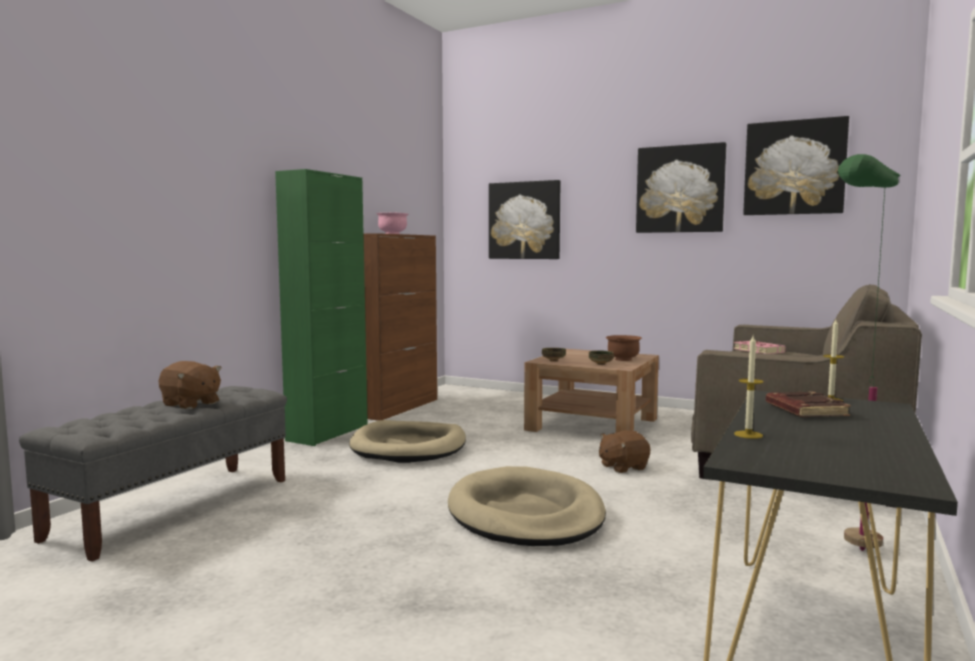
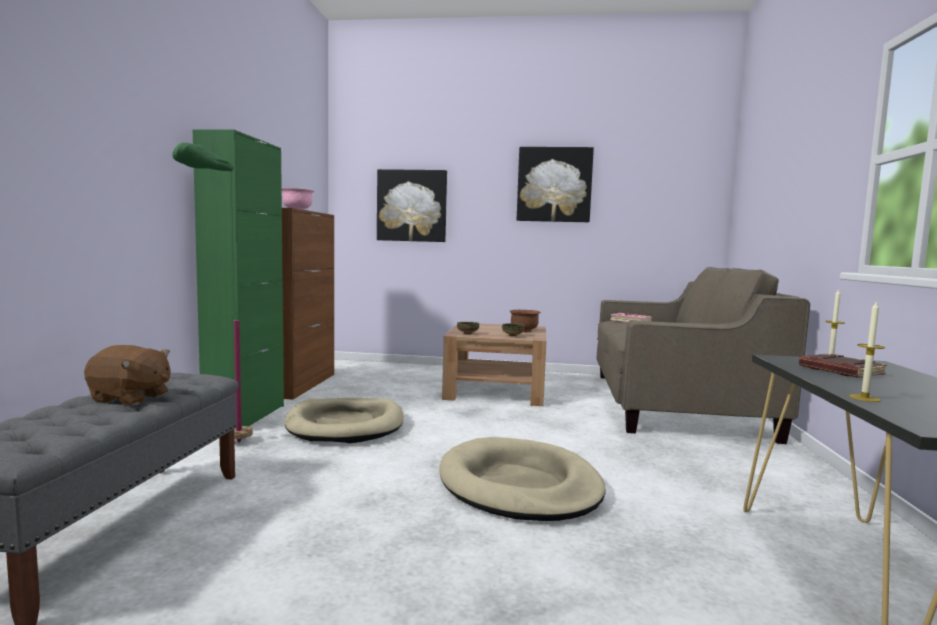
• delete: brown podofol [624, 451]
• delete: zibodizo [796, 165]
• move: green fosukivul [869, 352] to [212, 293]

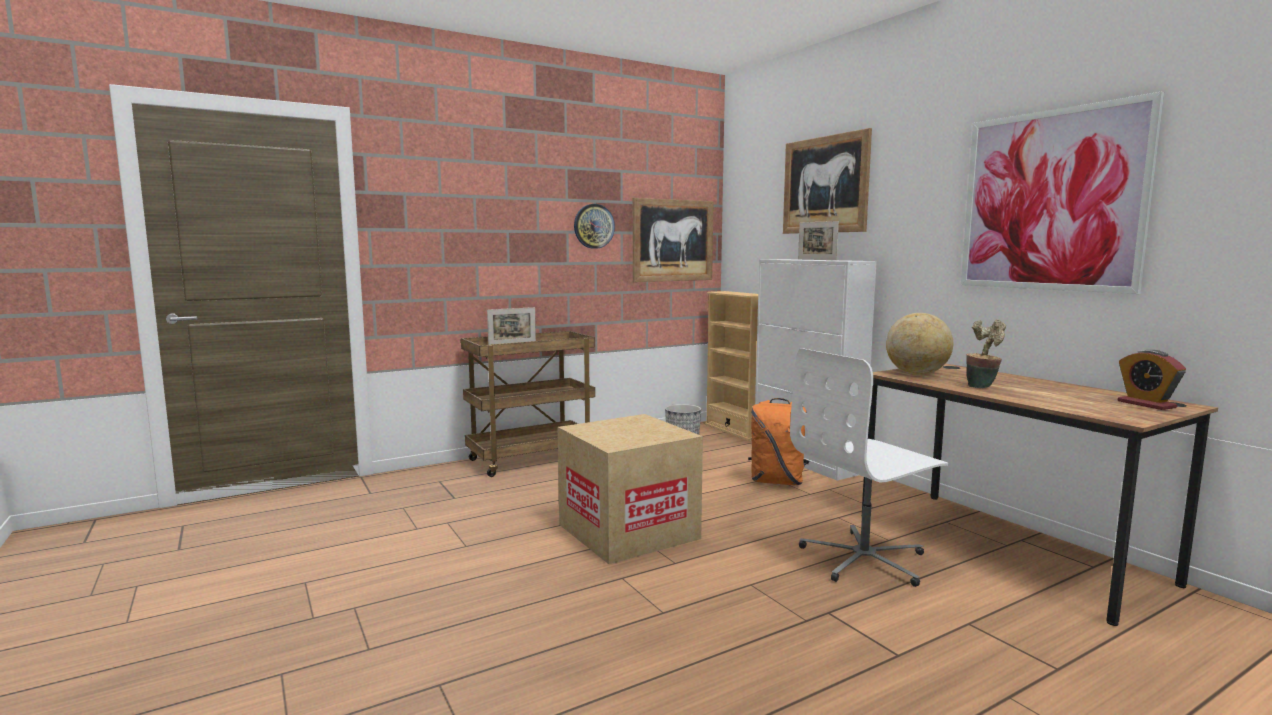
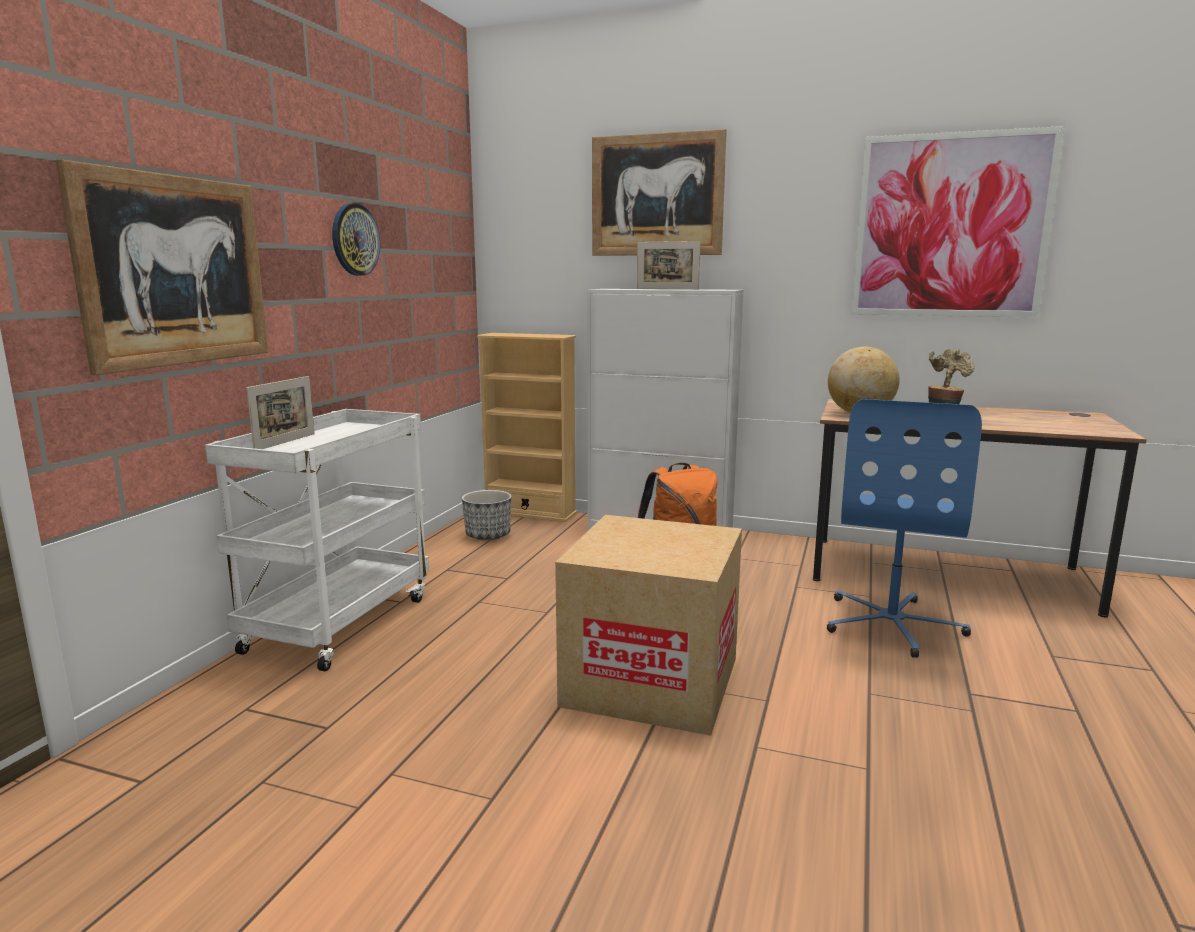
• recolor: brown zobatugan [528, 404] to white zobatugan [317, 540]
• move: zibodizo [673, 240] to [162, 267]
• recolor: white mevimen [869, 467] to blue mevimen [904, 528]
• delete: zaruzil [1152, 380]

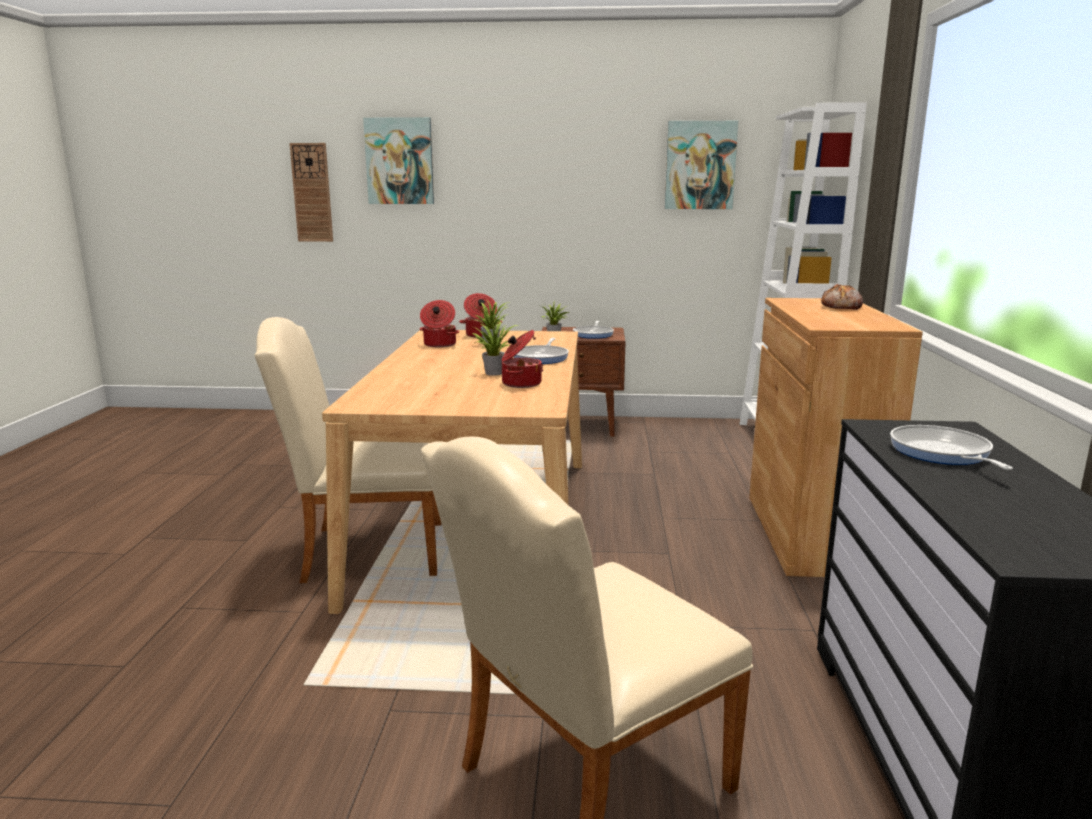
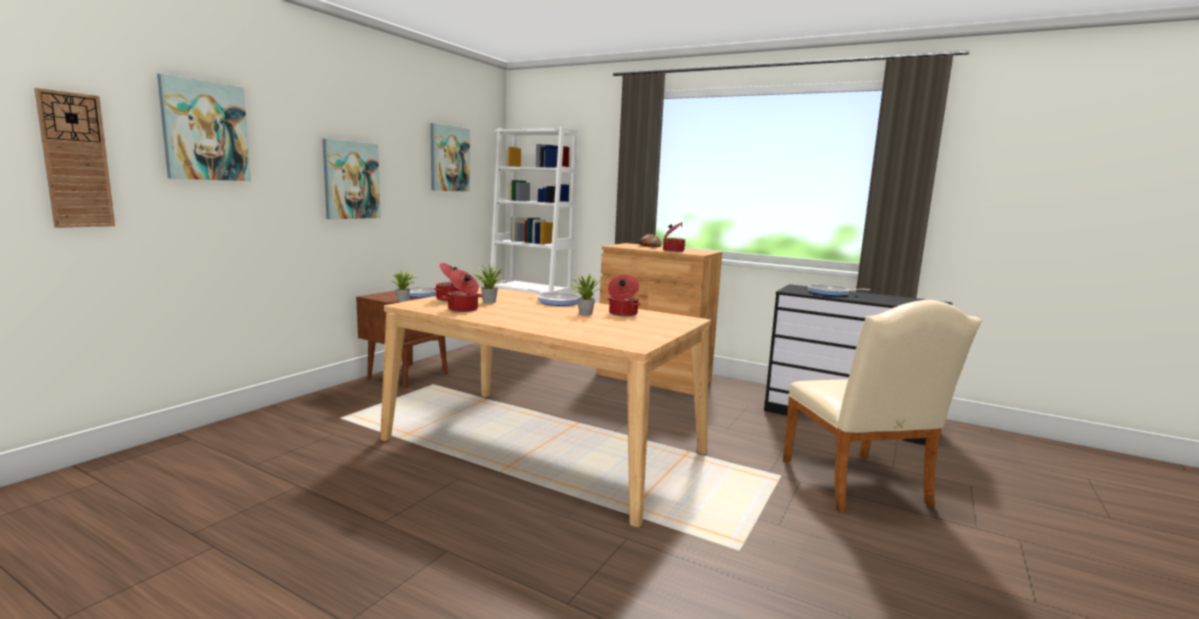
• delete: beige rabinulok [348, 450]
• insert: zibodizo [351, 179]
• insert: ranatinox [674, 237]

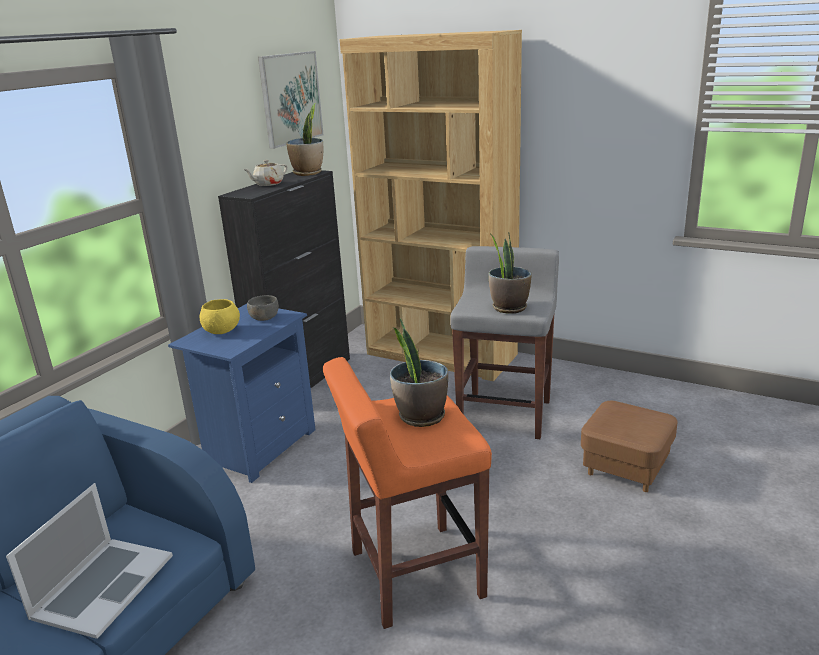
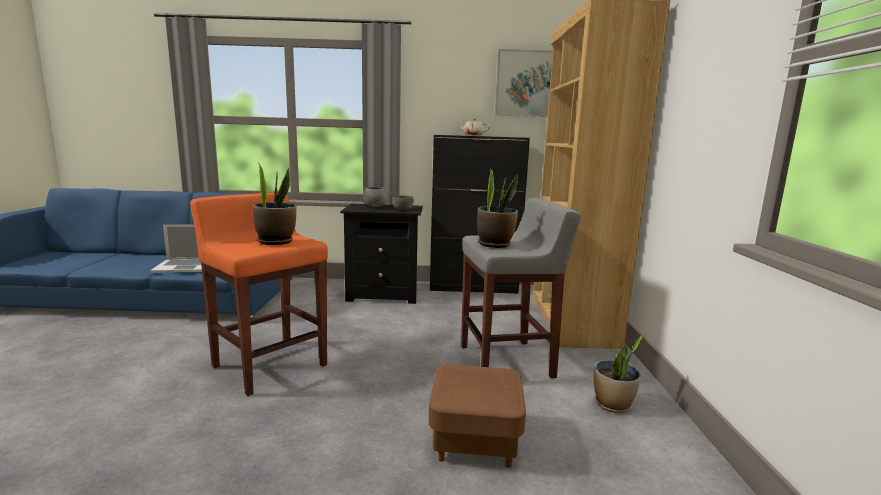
• recolor: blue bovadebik [242, 393] to black bovadebik [381, 254]
• recolor: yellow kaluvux [220, 316] to grey kaluvux [375, 197]
• move: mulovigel [304, 139] to [619, 373]

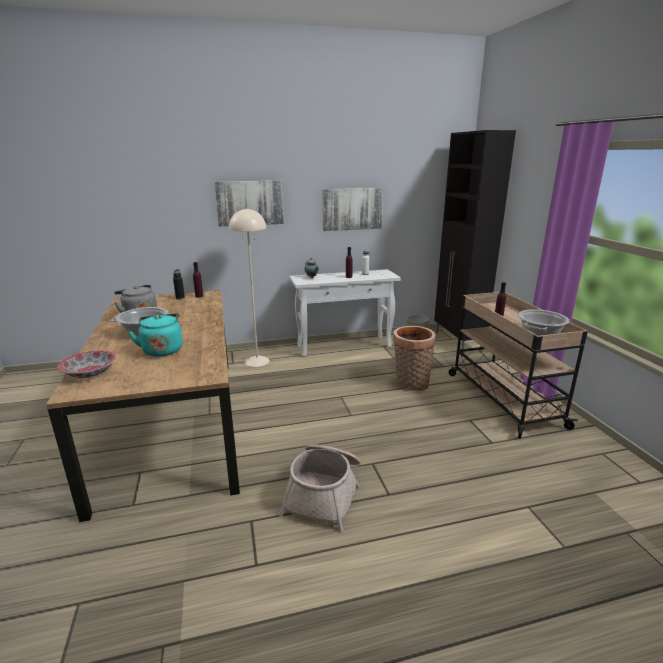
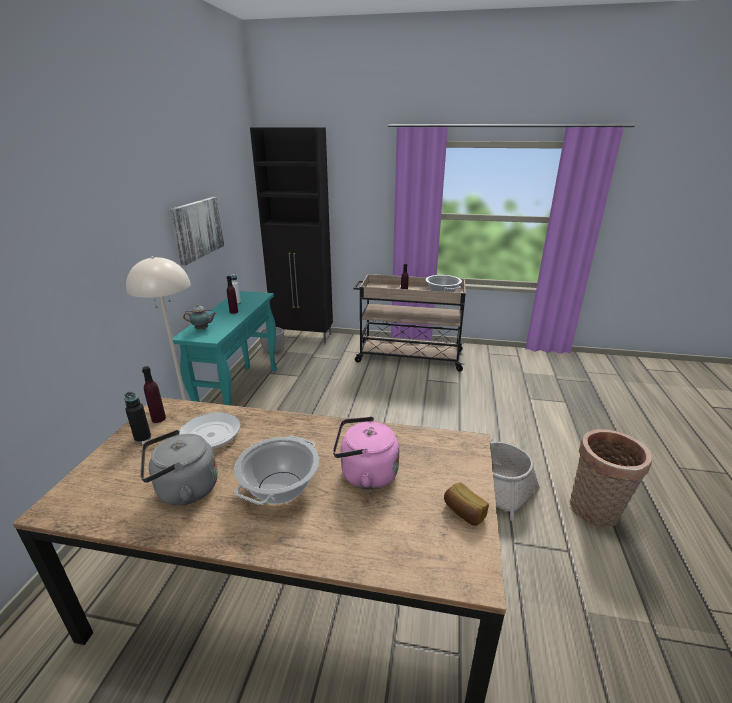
• delete: kaluvux [87, 364]
• recolor: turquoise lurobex [156, 335] to pink lurobex [366, 453]
• delete: zibodizo [249, 203]
• recolor: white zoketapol [345, 313] to turquoise zoketapol [225, 348]
• move: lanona [414, 358] to [611, 478]
• insert: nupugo [191, 430]
• insert: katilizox [466, 504]

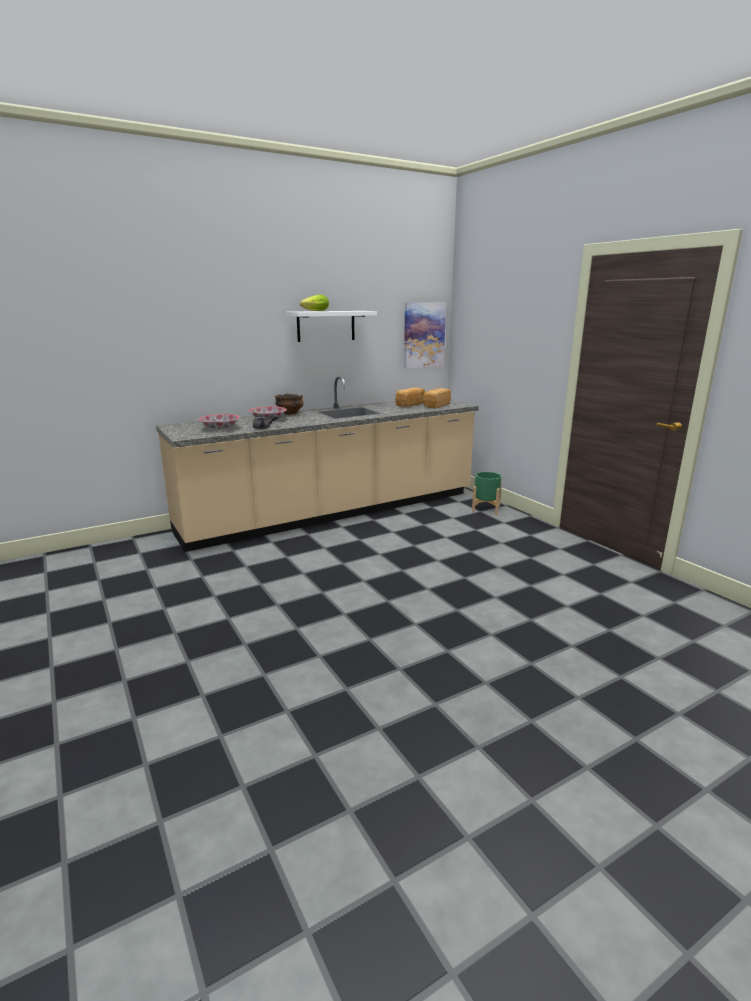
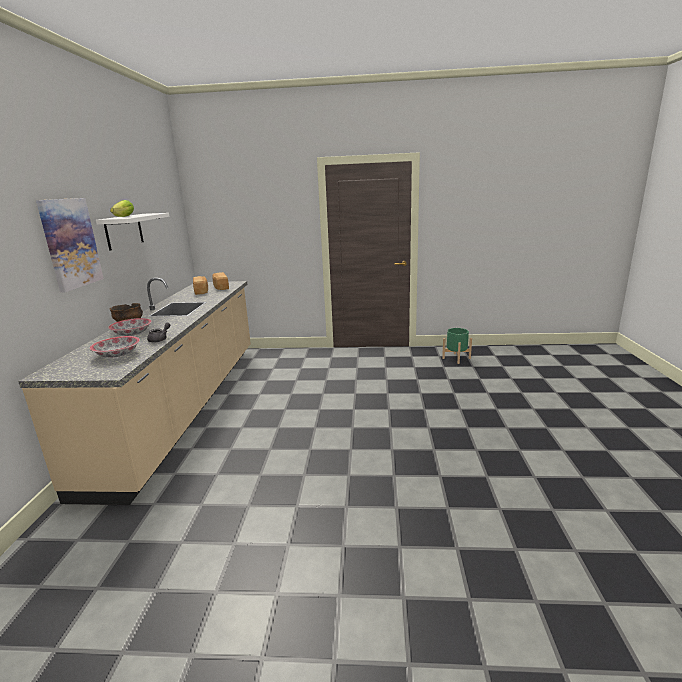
• move: zibodizo [425, 335] to [70, 245]
• move: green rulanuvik [487, 493] to [457, 346]

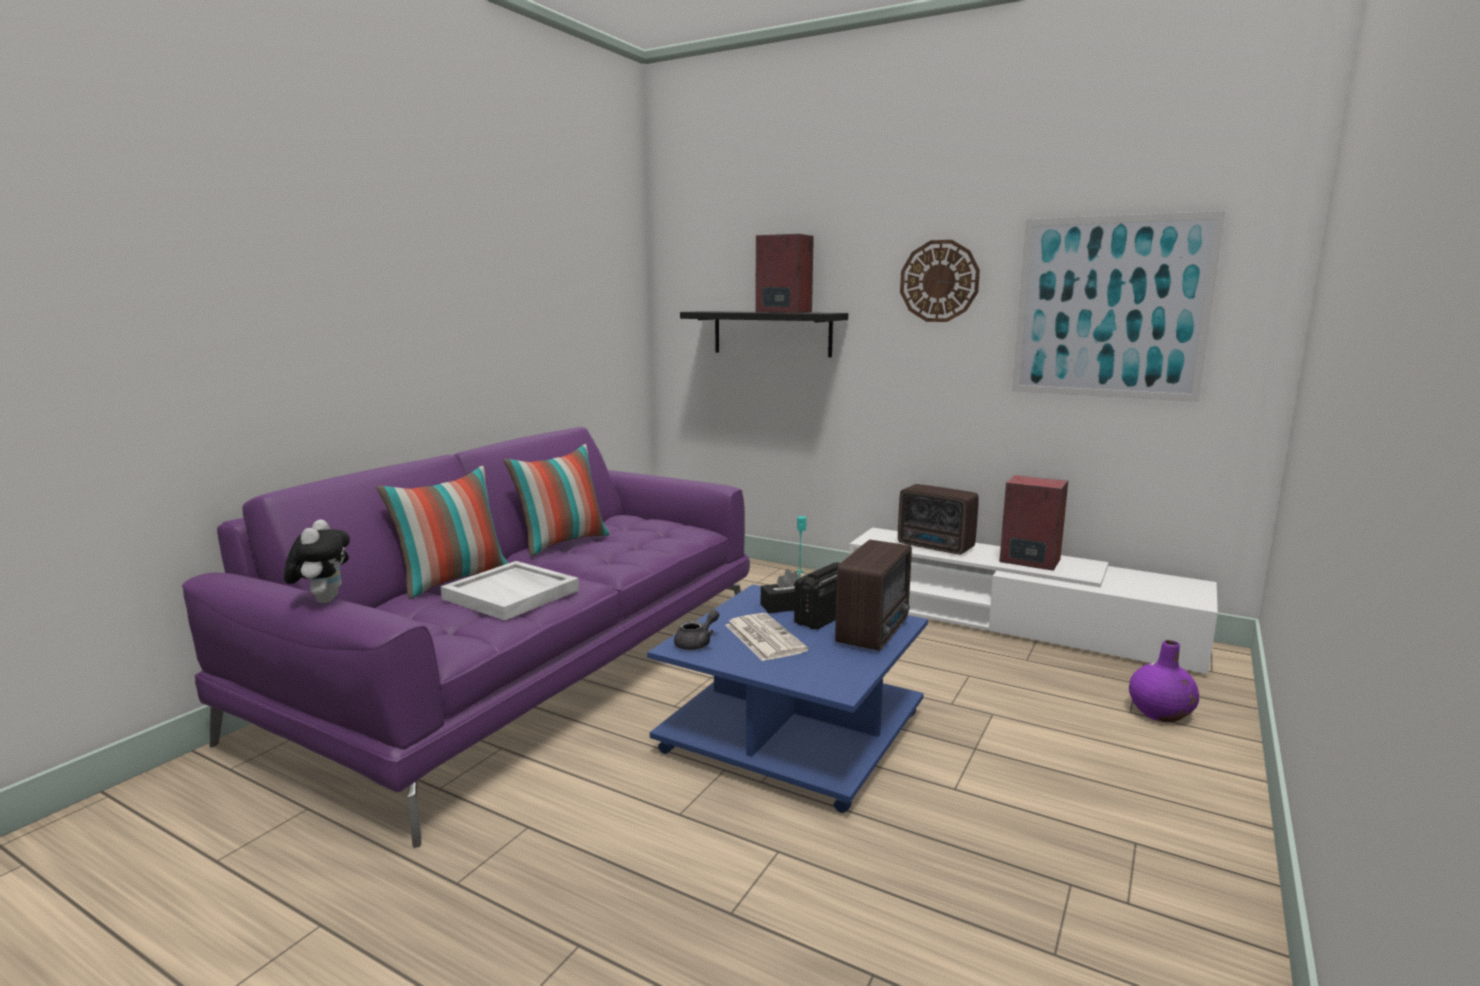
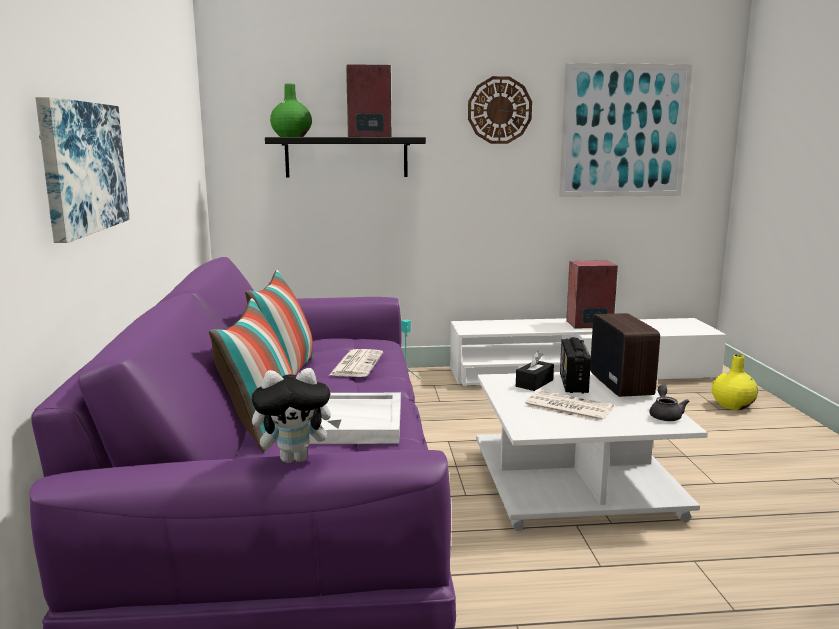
• rotate: podofol [317, 561] = [296, 415] 120 degrees clockwise
• recolor: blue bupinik [787, 698] to white bupinik [592, 451]
• move: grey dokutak [696, 630] to [669, 403]
• delete: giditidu [938, 519]
• recolor: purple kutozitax [1164, 681] to yellow kutozitax [735, 382]
• insert: zibodizo [82, 170]
• insert: green kutozitax [291, 110]
• insert: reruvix [356, 363]

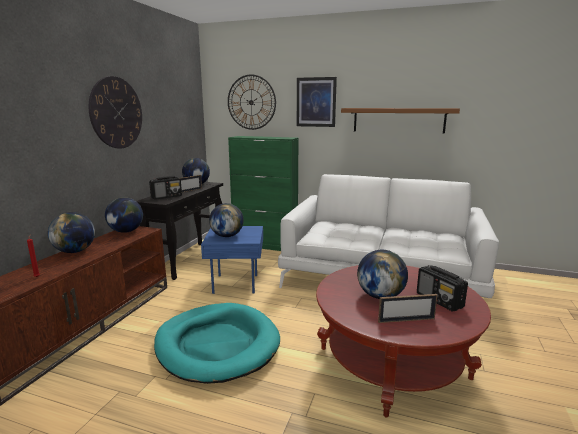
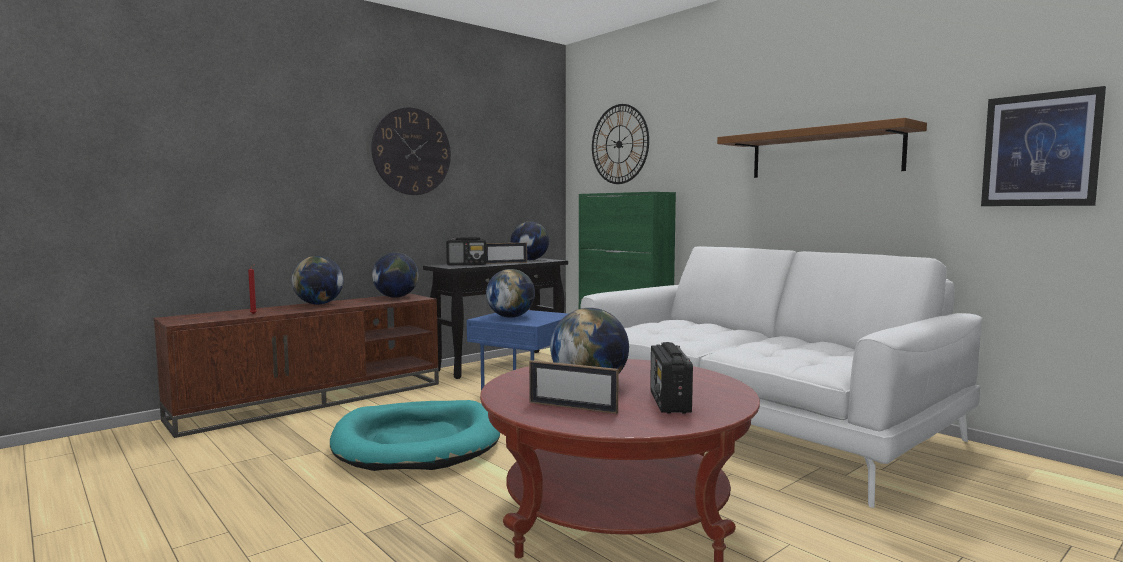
• move: zibodizo [317, 102] to [1043, 146]

